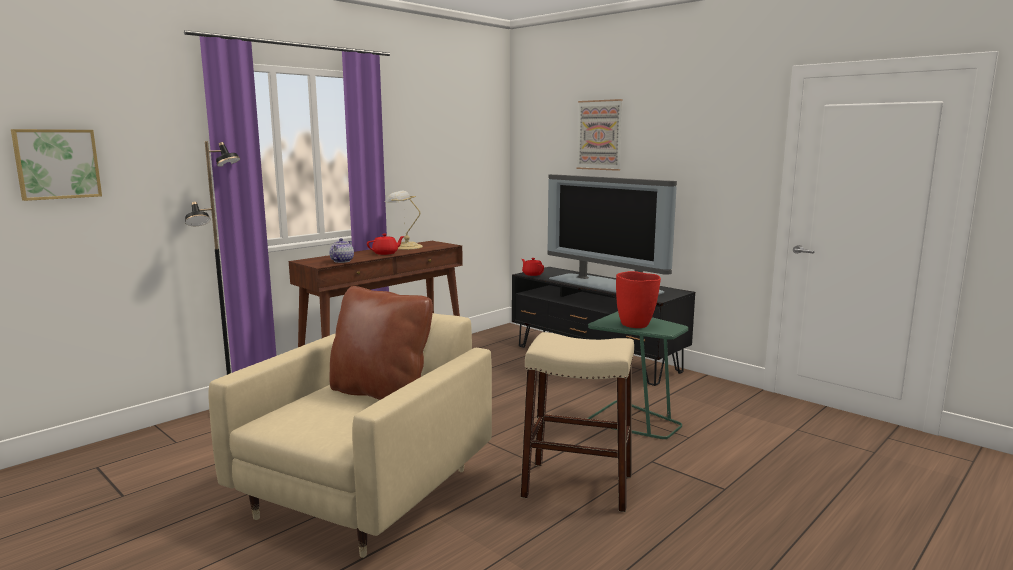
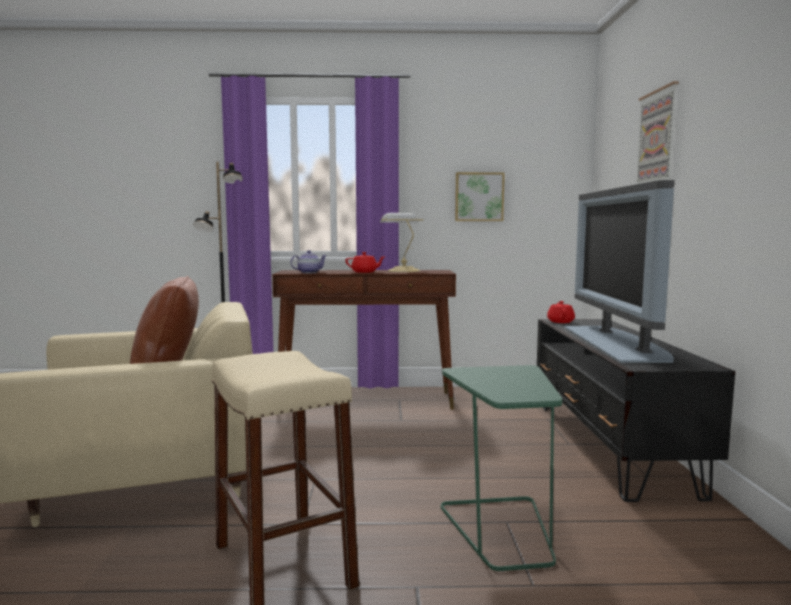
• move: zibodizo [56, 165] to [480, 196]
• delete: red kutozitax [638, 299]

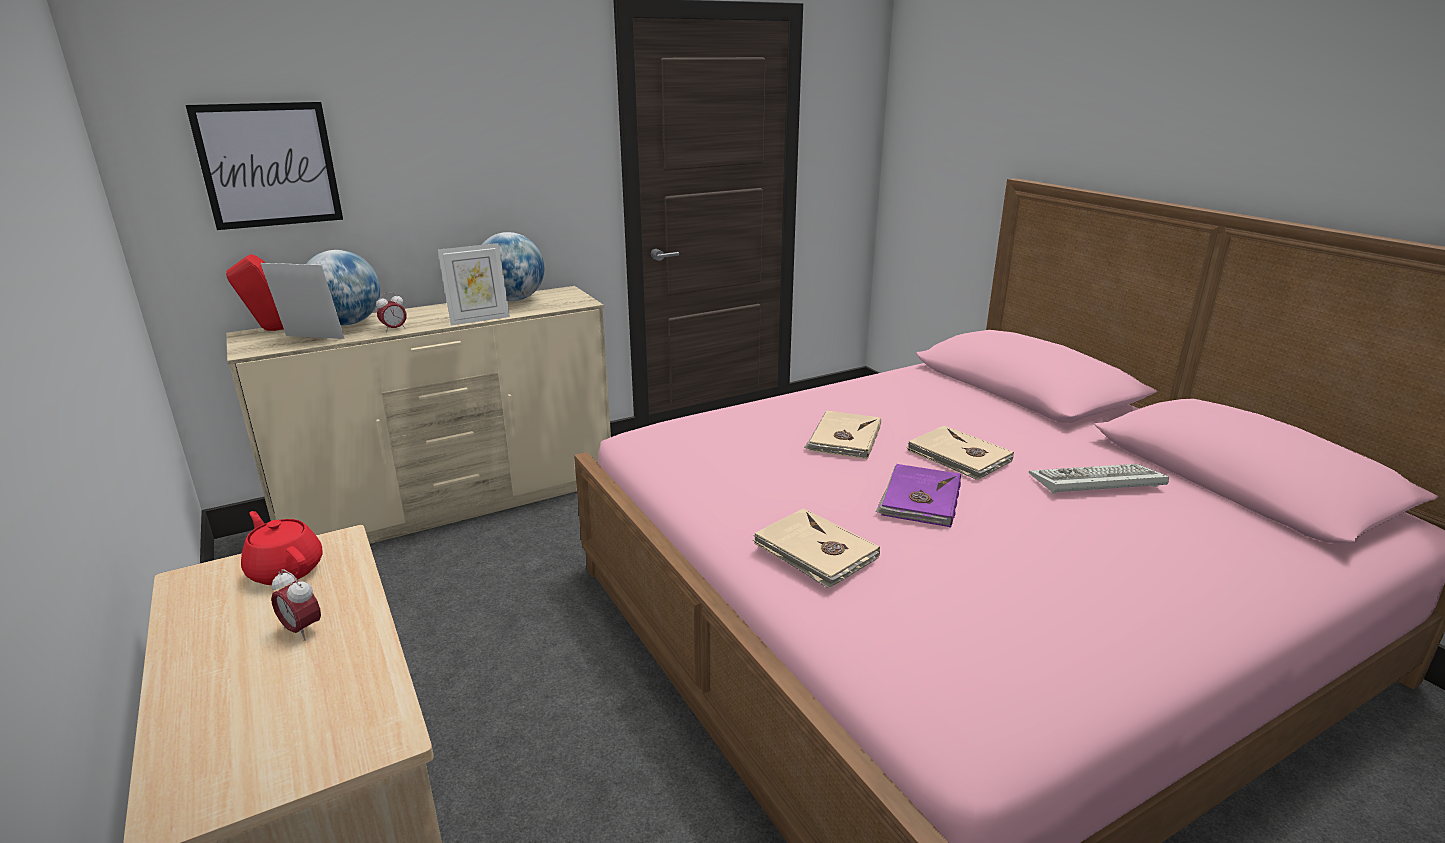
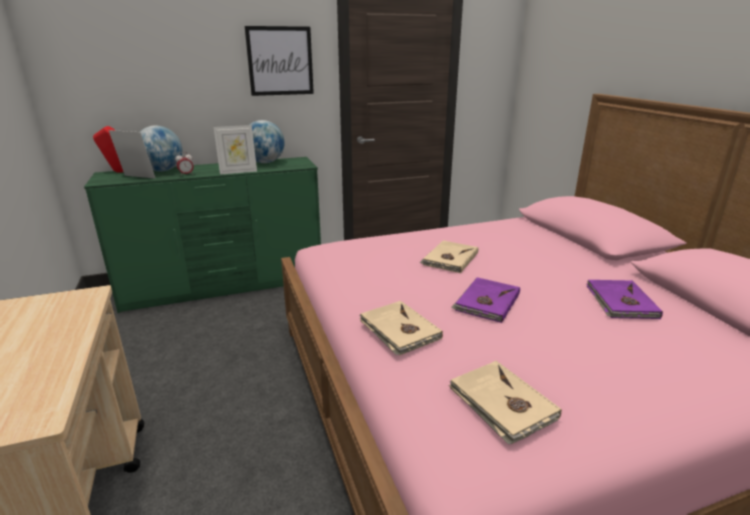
• move: zibodizo [264, 166] to [279, 61]
• recolor: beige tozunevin [418, 415] to green tozunevin [202, 235]
• delete: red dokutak [282, 548]
• delete: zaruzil [296, 605]
• move: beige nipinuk [960, 452] to [505, 403]
• replace: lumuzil [1099, 479] to purple nipinuk [625, 299]

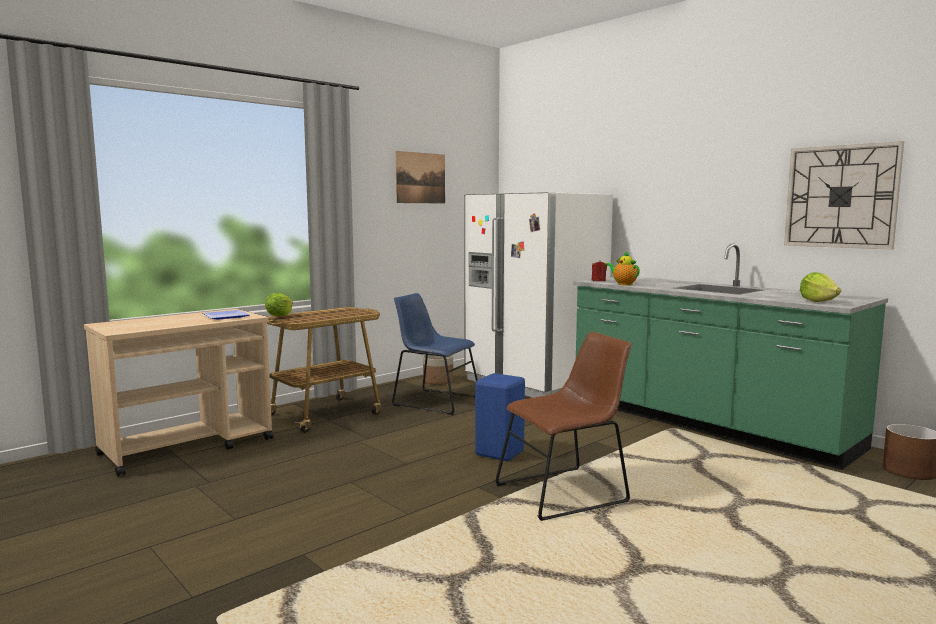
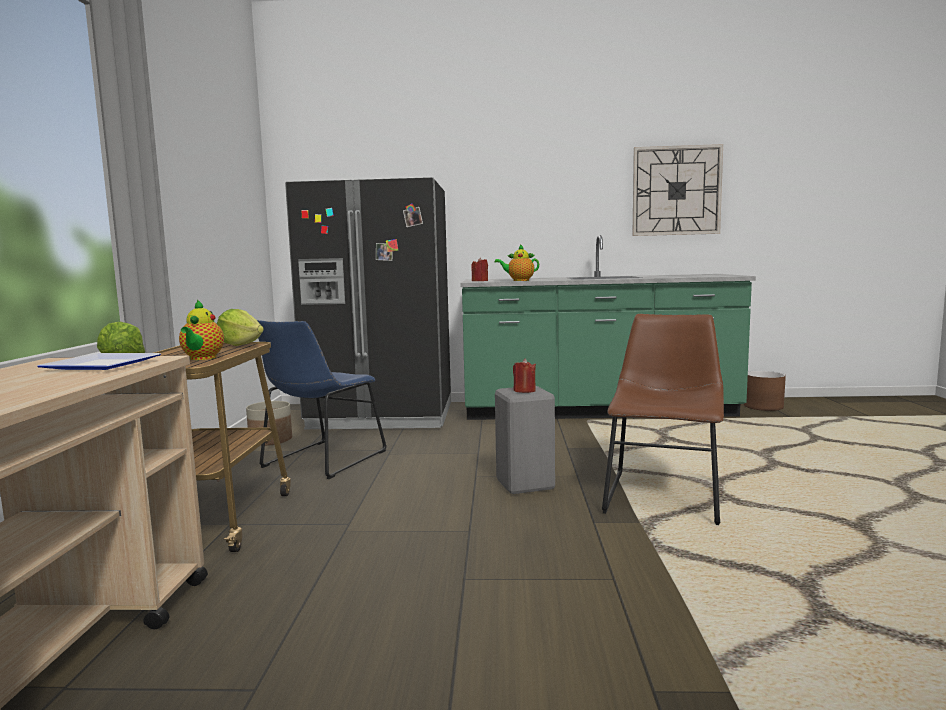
• rotate: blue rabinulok [435, 354] = [322, 399] 45 degrees counterclockwise
• delete: zibodizo [420, 177]
• recolor: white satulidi [538, 295] to black satulidi [368, 303]
• recolor: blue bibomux [500, 417] to grey bibomux [525, 440]
• move: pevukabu [820, 287] to [240, 327]
• insert: dokutak [201, 329]
• insert: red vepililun [524, 376]

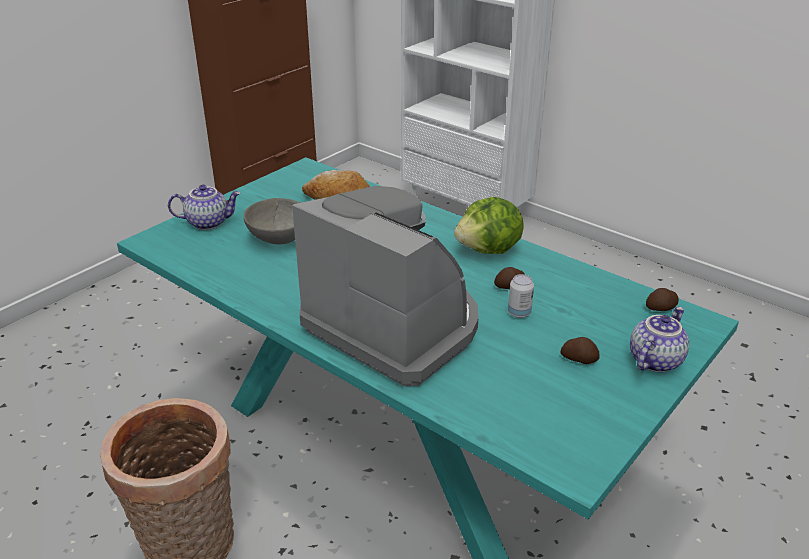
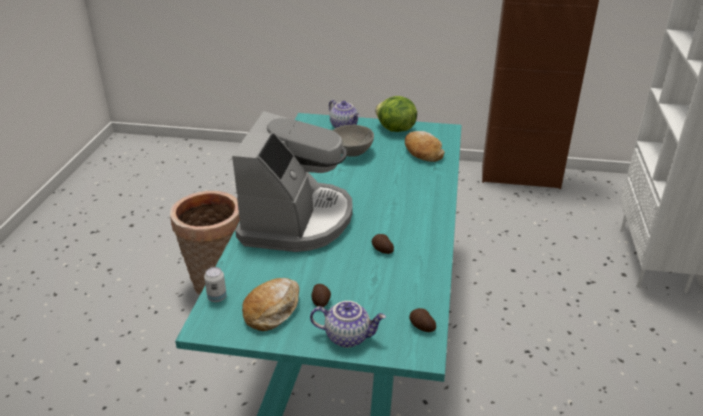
• move: pevukabu [488, 225] to [396, 114]
• move: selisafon [521, 296] to [215, 284]
• insert: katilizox [271, 304]

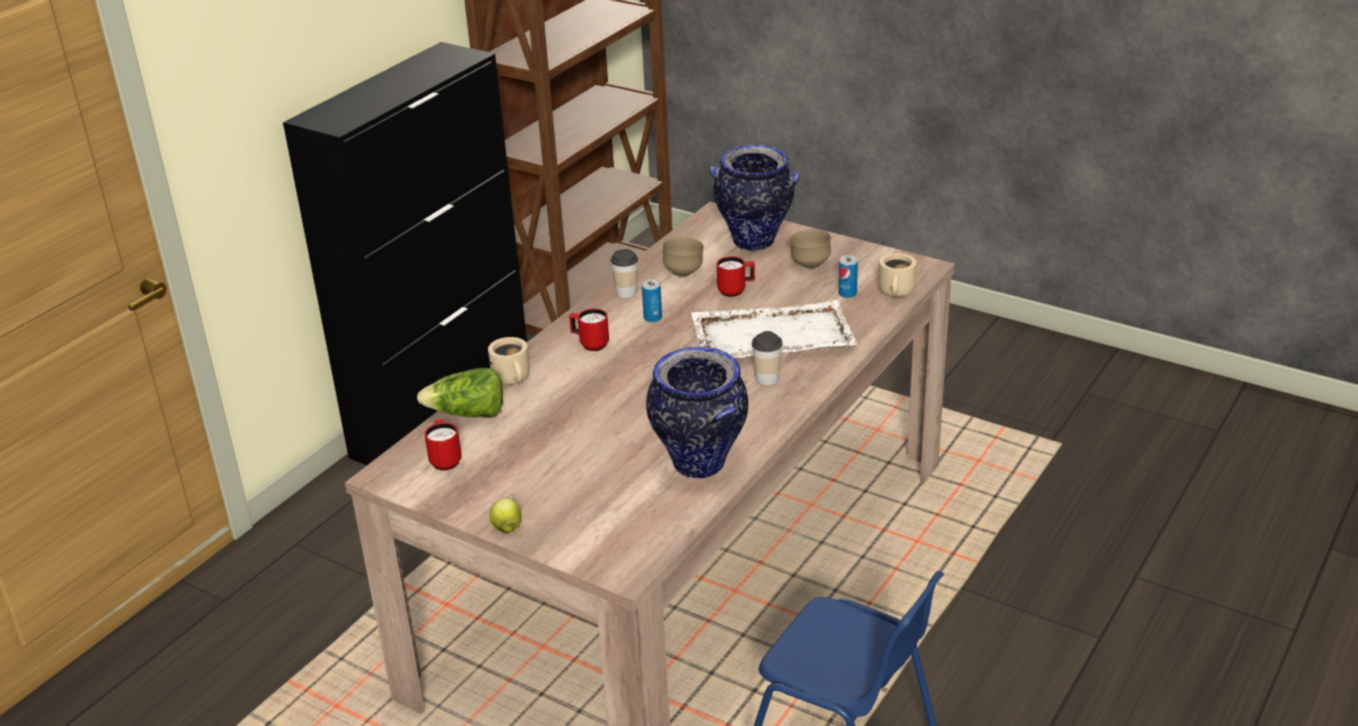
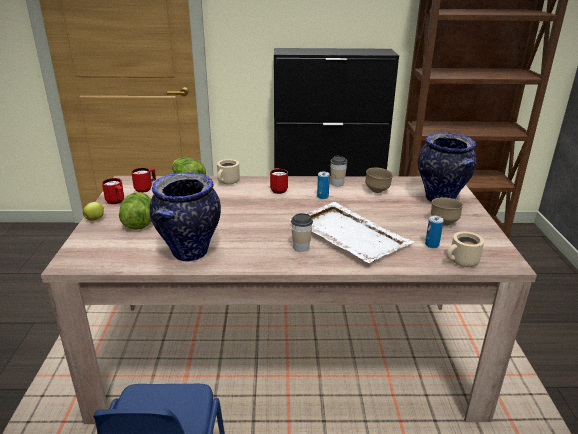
• move: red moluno [736, 276] to [113, 191]
• insert: pevukabu [135, 211]

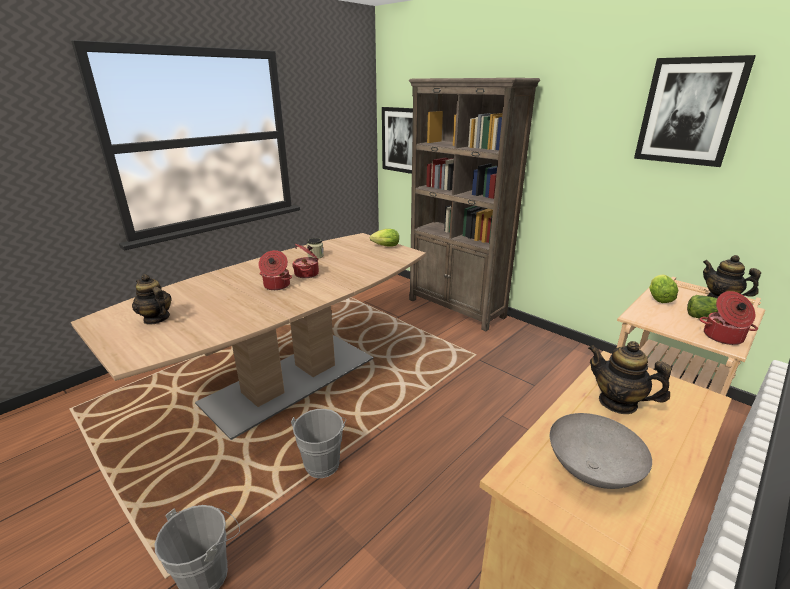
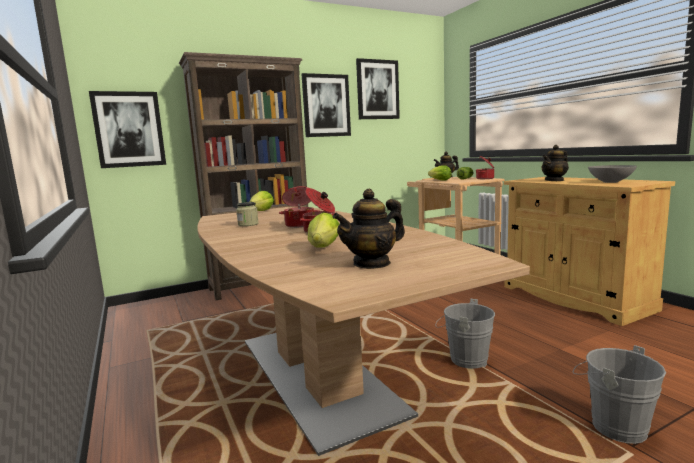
• insert: zibodizo [326, 105]
• insert: pevukabu [324, 230]

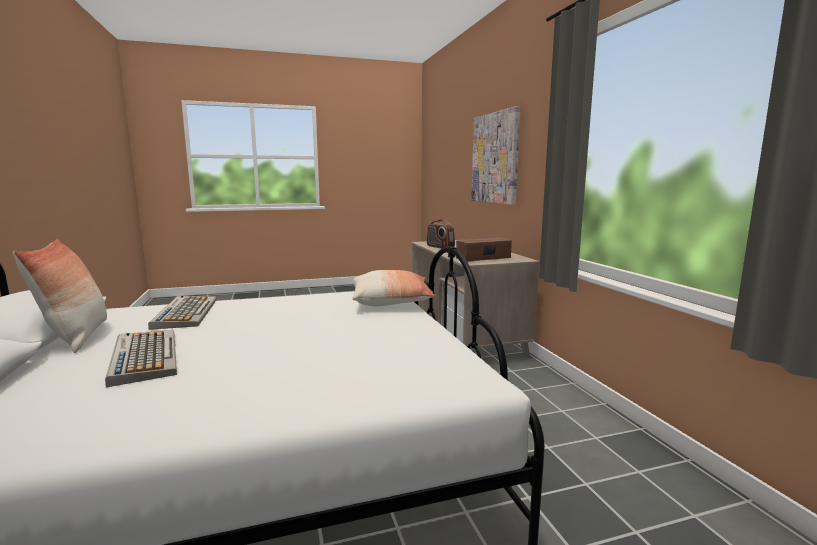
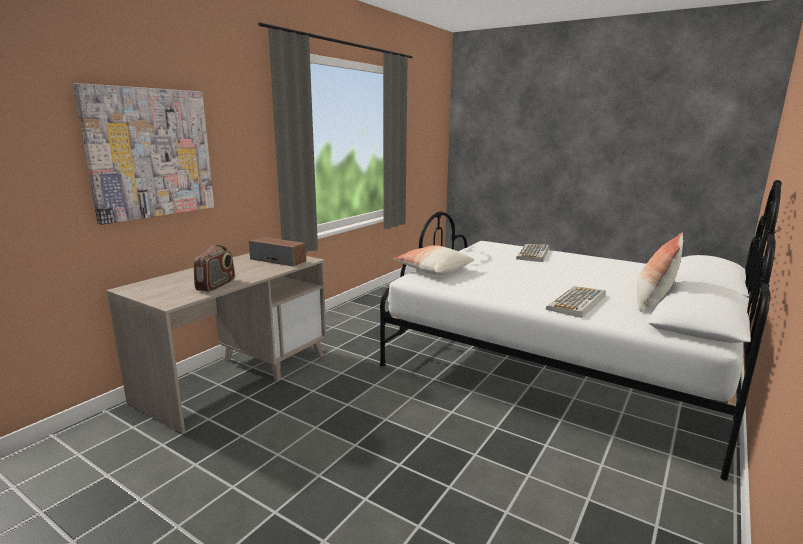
• move: lumuzil [141, 358] to [533, 253]

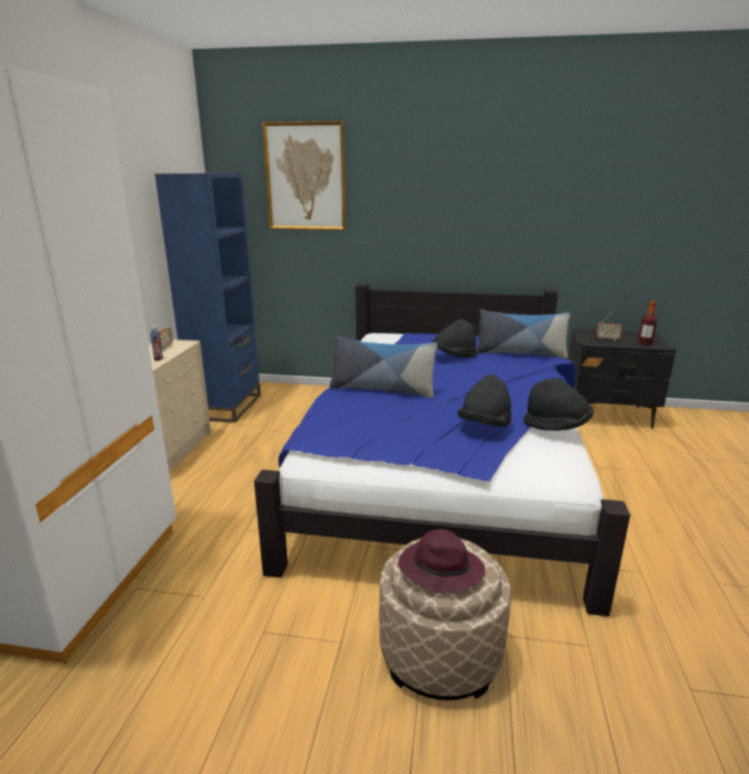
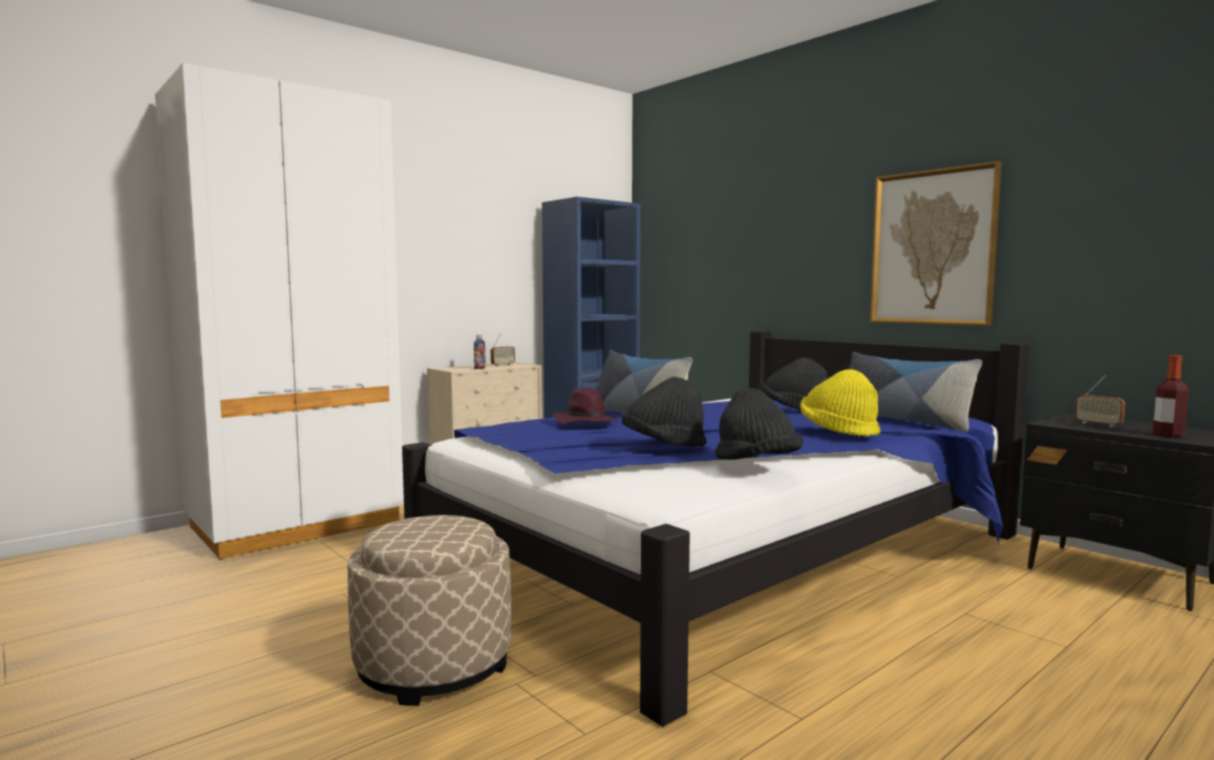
• move: zibodizo [304, 175] to [936, 243]
• move: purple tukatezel [441, 561] to [585, 405]
• insert: yellow tukatezel [840, 403]

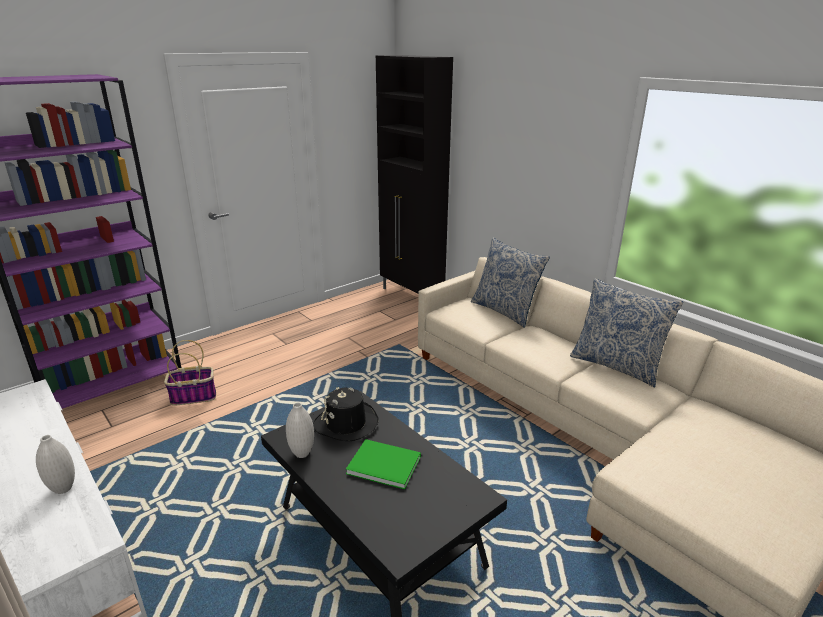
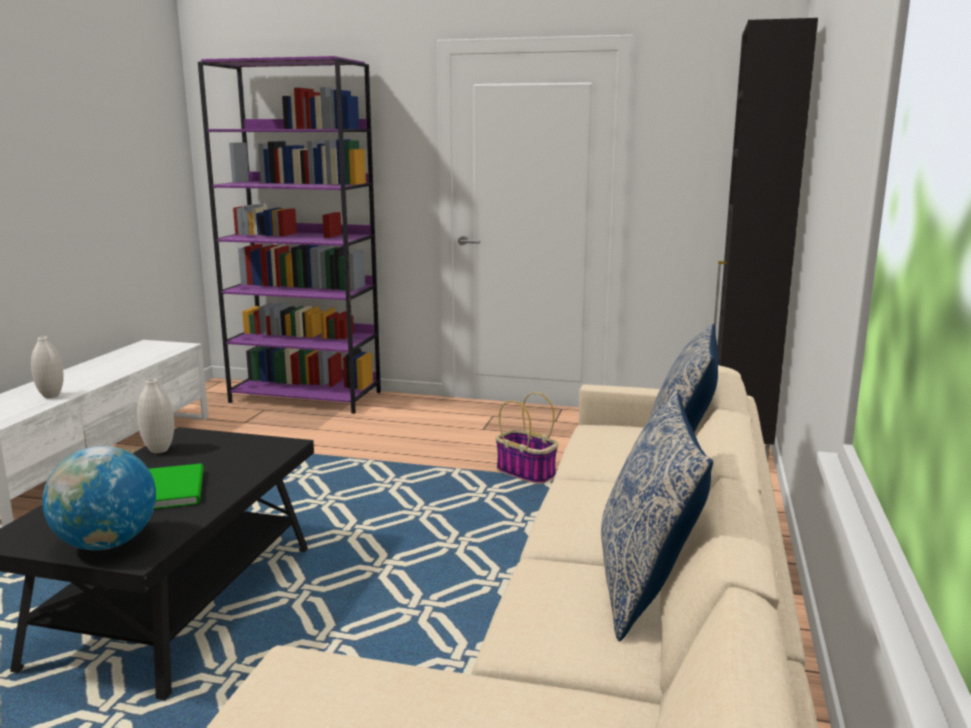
• move: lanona [190, 372] to [527, 438]
• delete: black tukatezel [345, 414]
• insert: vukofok [99, 498]

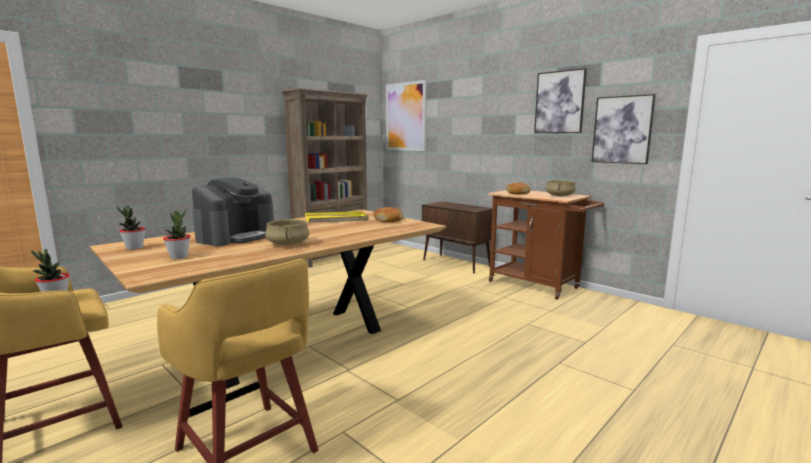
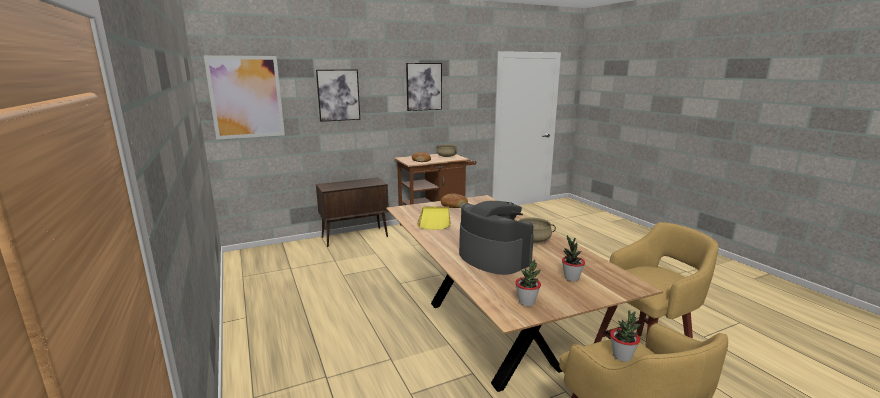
• delete: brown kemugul [324, 178]
• move: zibodizo [624, 129] to [338, 96]

